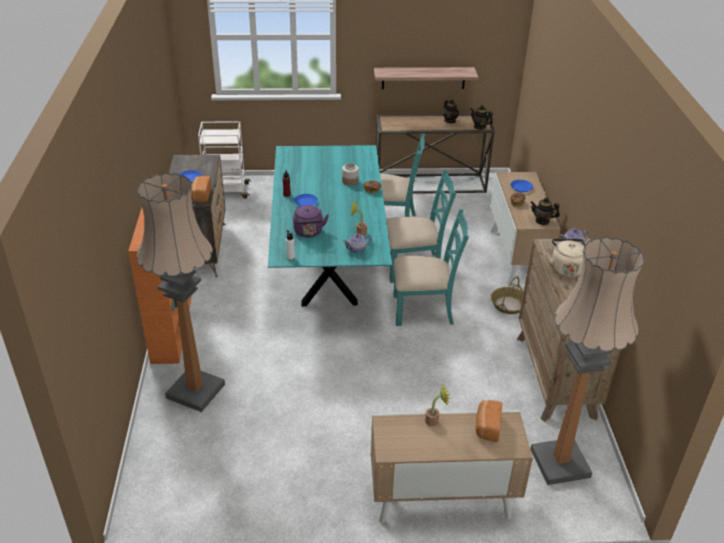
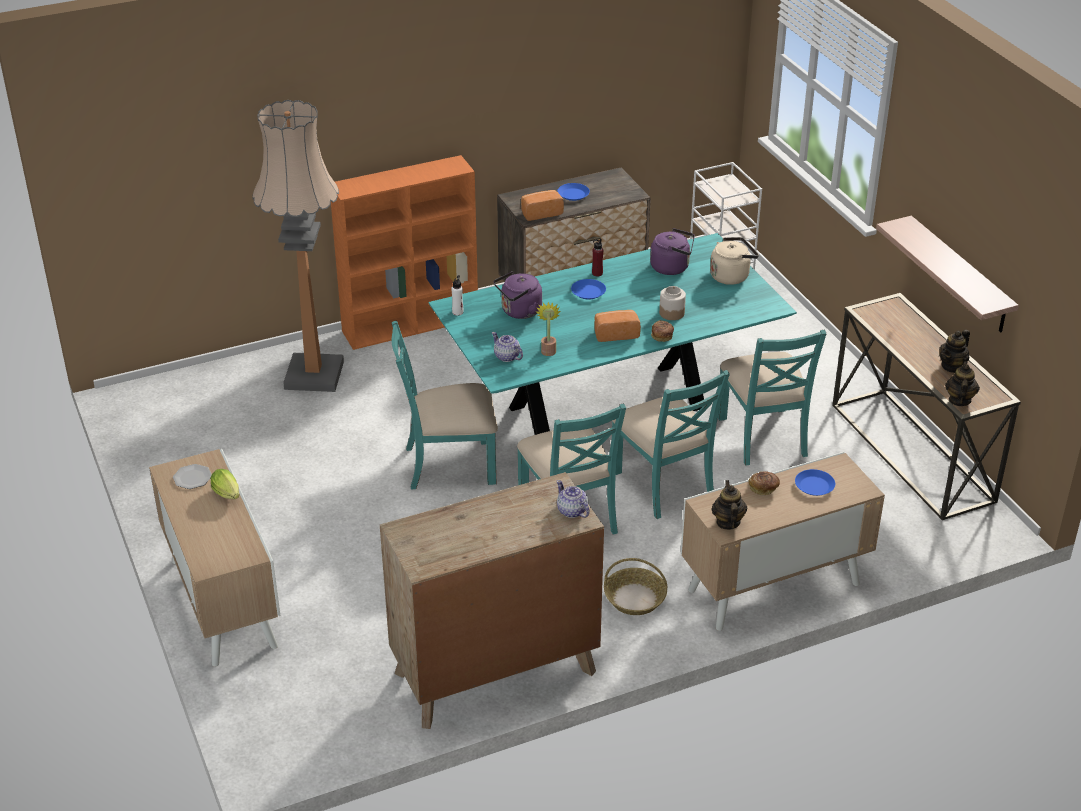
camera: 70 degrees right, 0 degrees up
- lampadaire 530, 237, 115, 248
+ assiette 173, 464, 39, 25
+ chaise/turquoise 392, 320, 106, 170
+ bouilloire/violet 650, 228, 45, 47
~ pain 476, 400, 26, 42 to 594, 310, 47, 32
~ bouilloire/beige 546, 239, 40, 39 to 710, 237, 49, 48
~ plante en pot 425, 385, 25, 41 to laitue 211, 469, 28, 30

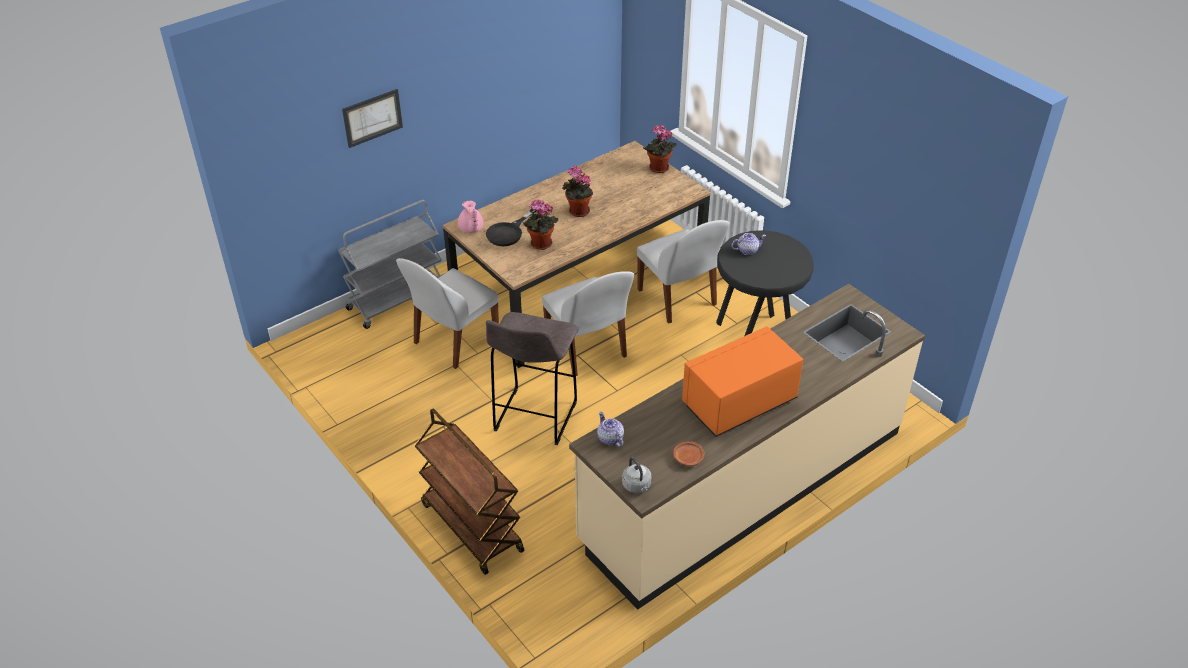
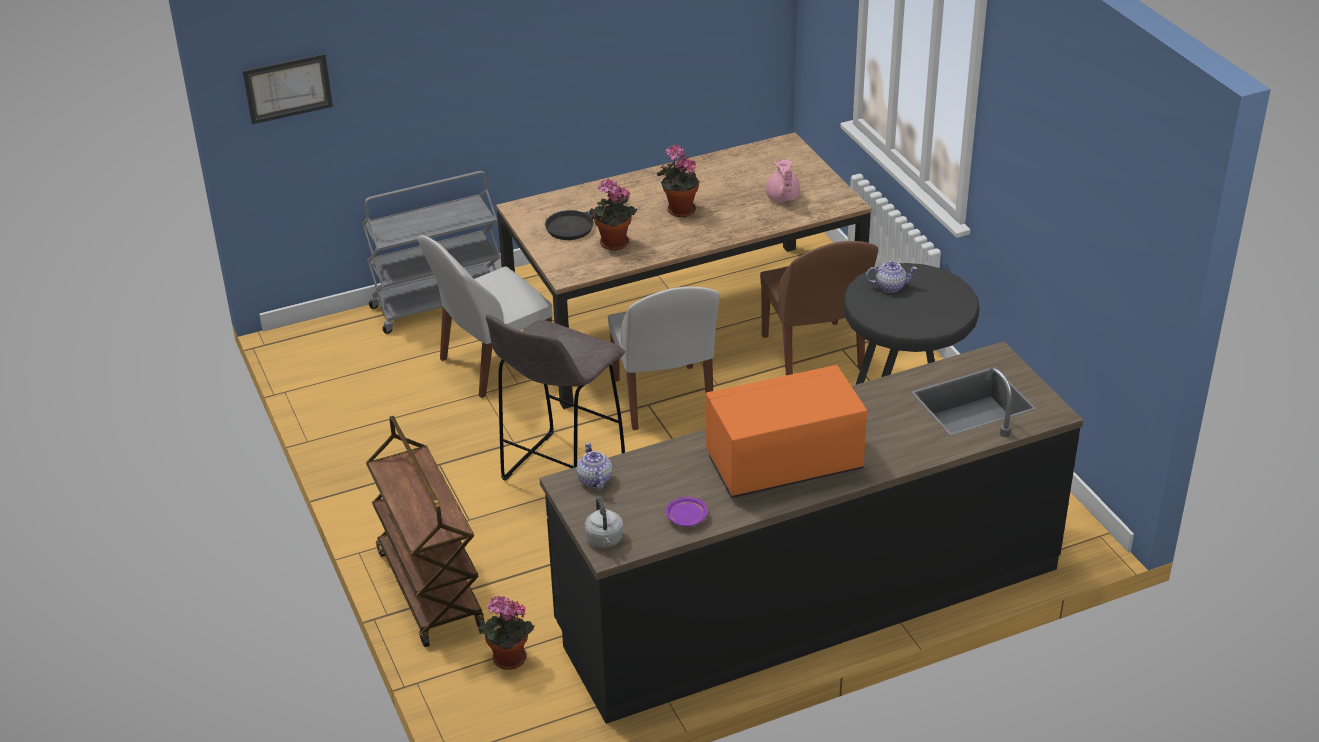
camera: 15 degrees right, 5 degrees down
~ tableau 342, 89, 61, 59 to 243, 53, 90, 71
~ théière/rose 458, 201, 25, 32 to 766, 159, 34, 43
~ plante en pot 643, 125, 34, 48 to 479, 596, 55, 74
~ comptoir de cuisine/beige 569, 284, 356, 326 to comptoir de cuisine/noir 539, 341, 544, 383
~ chaise/blanc 637, 220, 93, 103 to chaise/marron 760, 241, 118, 134
~ assiette/marron 673, 441, 31, 25 to assiette/violet 666, 497, 42, 30

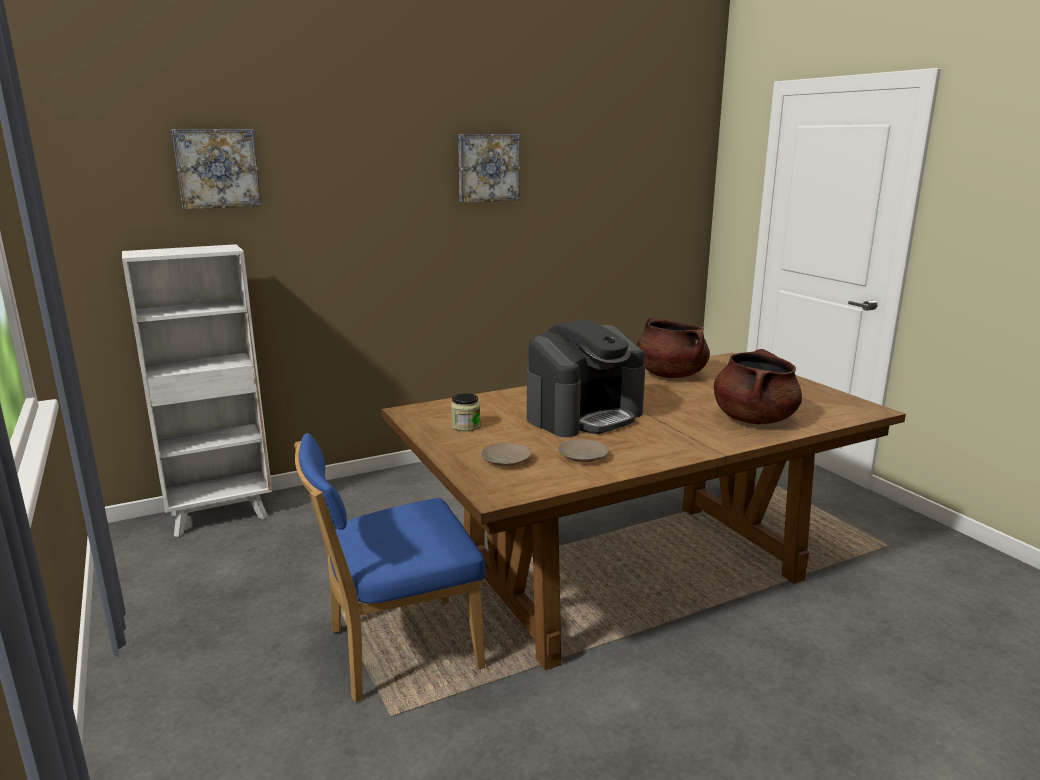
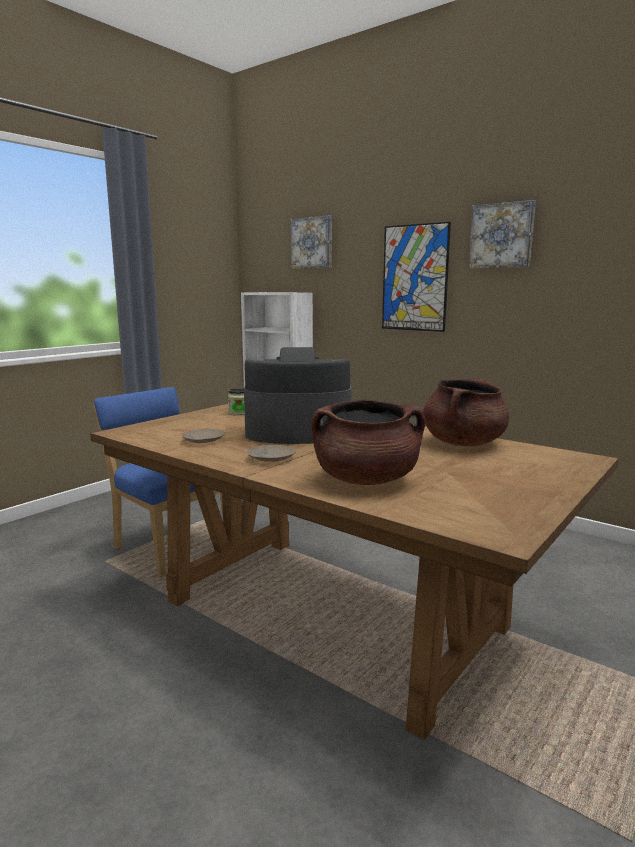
camera: 65 degrees right, 5 degrees down
+ tableau 382, 222, 69, 110
~ assiette/beige 481, 443, 51, 23 to 247, 445, 49, 17
~ machine à café 527, 319, 119, 118 = 244, 347, 108, 97 150 degrees clockwise

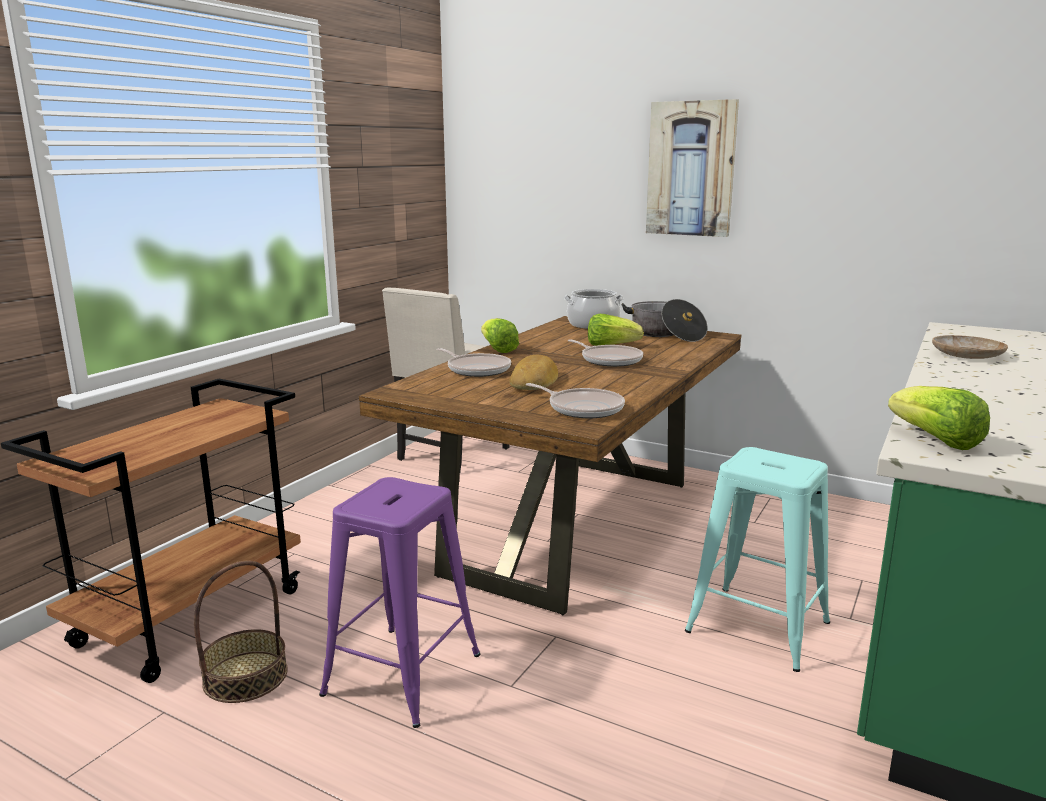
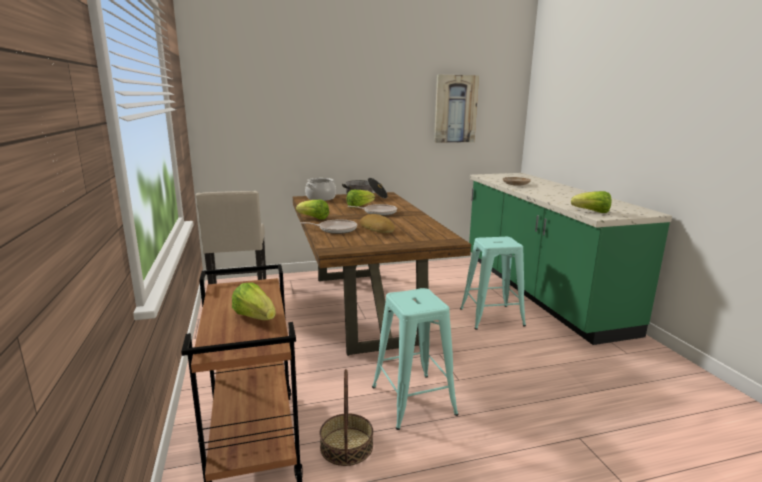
camera: 45 degrees left, 0 degrees up
- poêle 526, 383, 99, 35
+ laitue 232, 282, 44, 38
~ tableau 646, 99, 93, 138 to 434, 74, 45, 69
~ tabouret/violet 319, 477, 161, 251 to tabouret/turquoise 372, 288, 87, 142

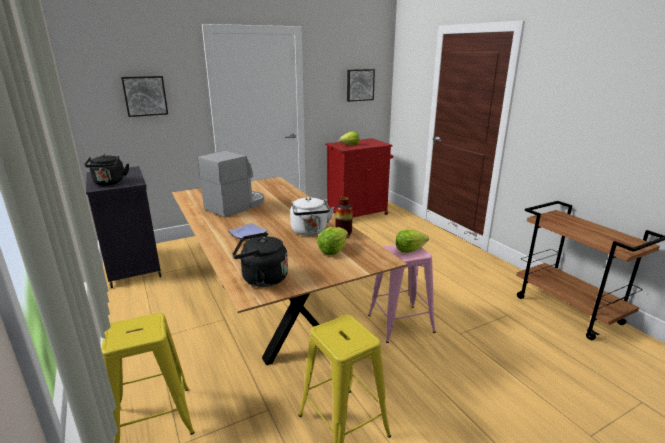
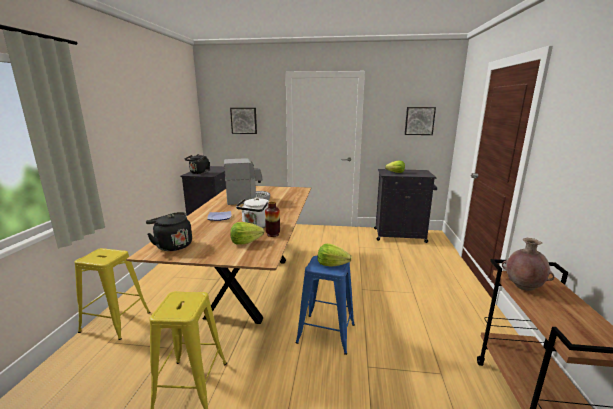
camera: 35 degrees right, 5 degrees down
+ vase/marron 502, 238, 52, 53
~ meuble de rangement/rouge 325, 138, 68, 80 to meuble de rangement/noir 374, 169, 63, 74
~ tabouret/rose 368, 245, 68, 98 to tabouret/bleu 296, 256, 59, 99

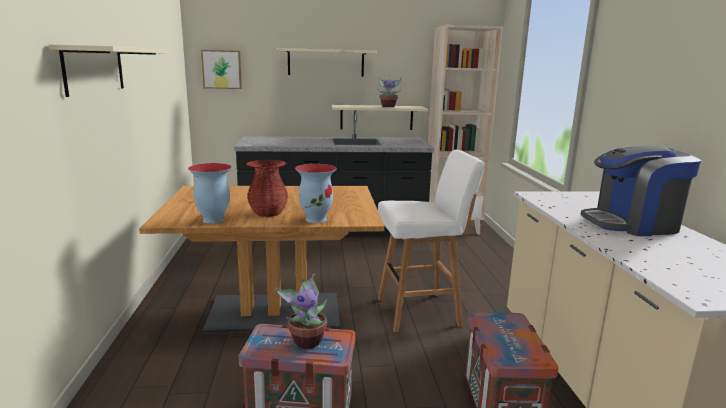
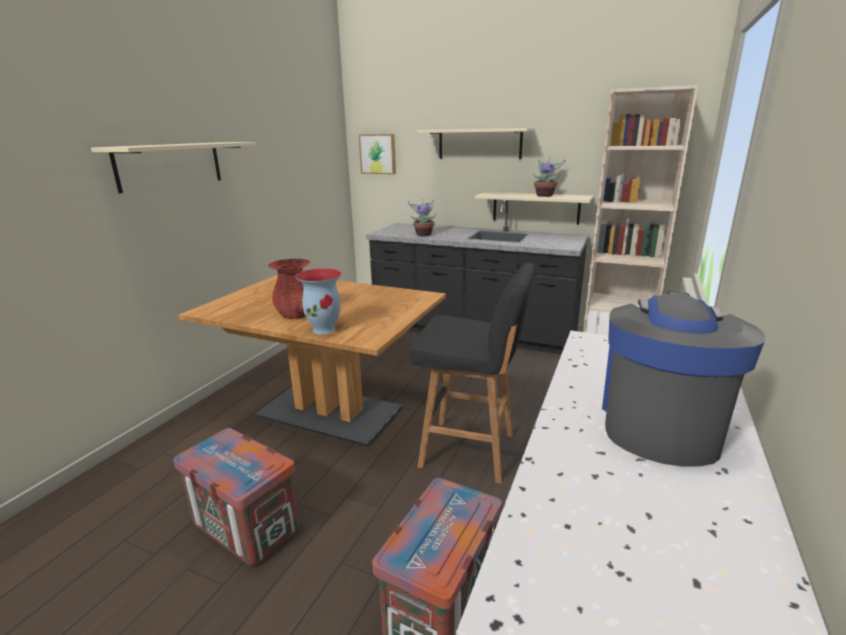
camera: 30 degrees right, 5 degrees up
- vase 188, 163, 44, 61
~ plante en pot 275, 274, 52, 75 to 408, 198, 28, 38
~ tabouret/blanc 378, 150, 107, 182 to tabouret/noir 410, 263, 125, 221
~ machine à café 581, 146, 120, 90 = 602, 291, 164, 176 90 degrees clockwise

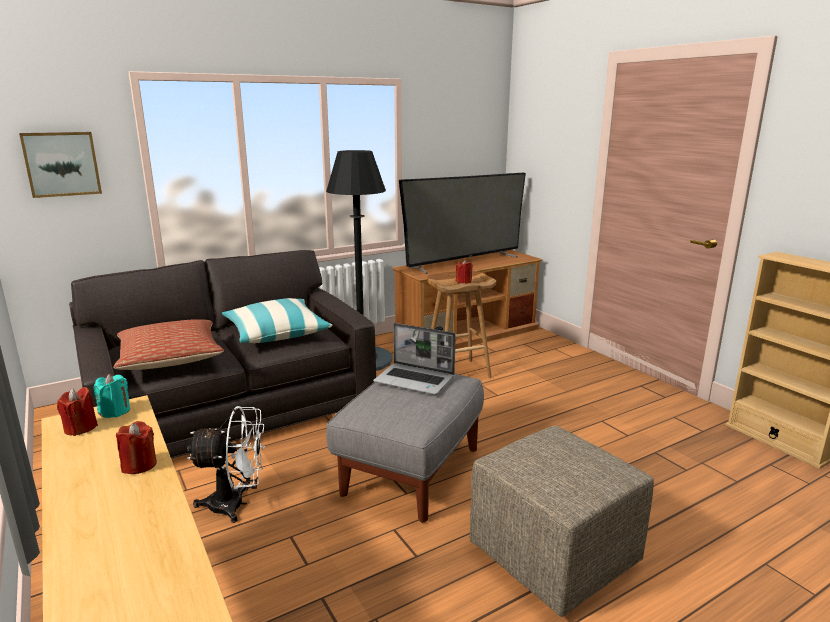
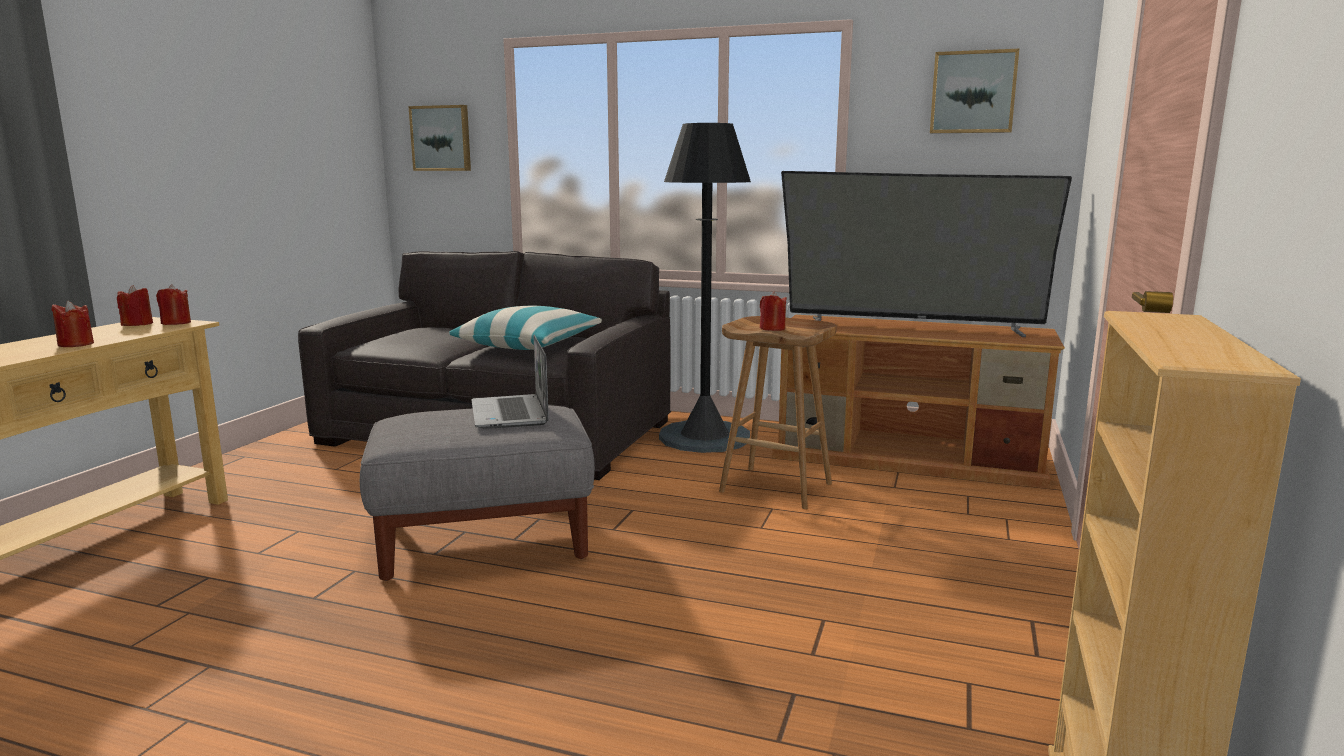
camera: 50 degrees right, 5 degrees down
- coussin 113, 319, 111, 51
- ventilateur/blanc 187, 406, 78, 117
- pouf/beige 470, 426, 184, 191
+ tableau 930, 49, 89, 85
~ bougie/turquoise 93, 374, 37, 44 to bougie/rouge 156, 284, 35, 41

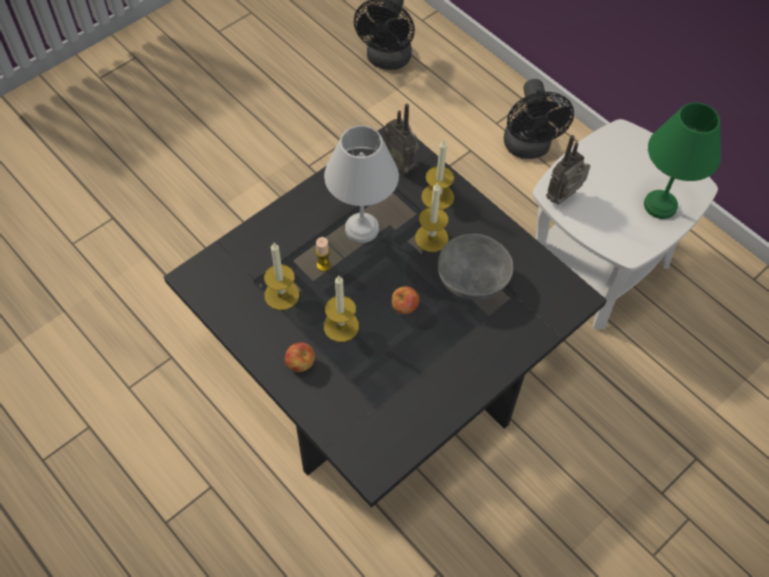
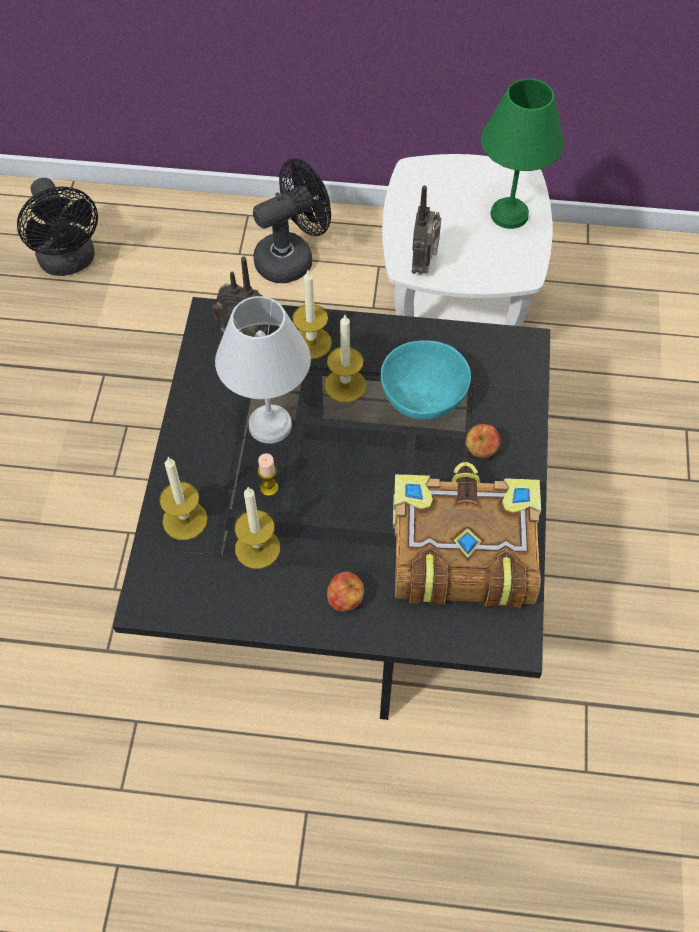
camera: 40 degrees left, 0 degrees up
+ livre 393, 462, 148, 146
~ bougie 324, 276, 35, 66 to 159, 457, 49, 83
~ pomme 391, 286, 28, 28 to 466, 424, 35, 34
~ bol/gris 438, 234, 75, 66 to bol/turquoise 381, 341, 90, 79
~ ventilateur/noir 504, 79, 70, 80 = 253, 158, 78, 125 75 degrees counterclockwise

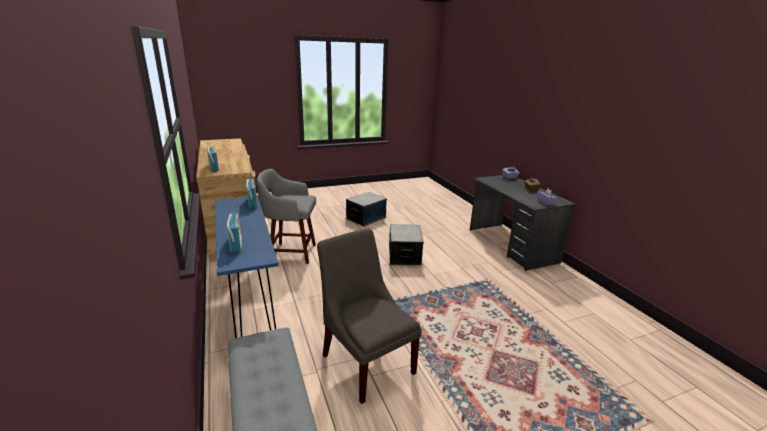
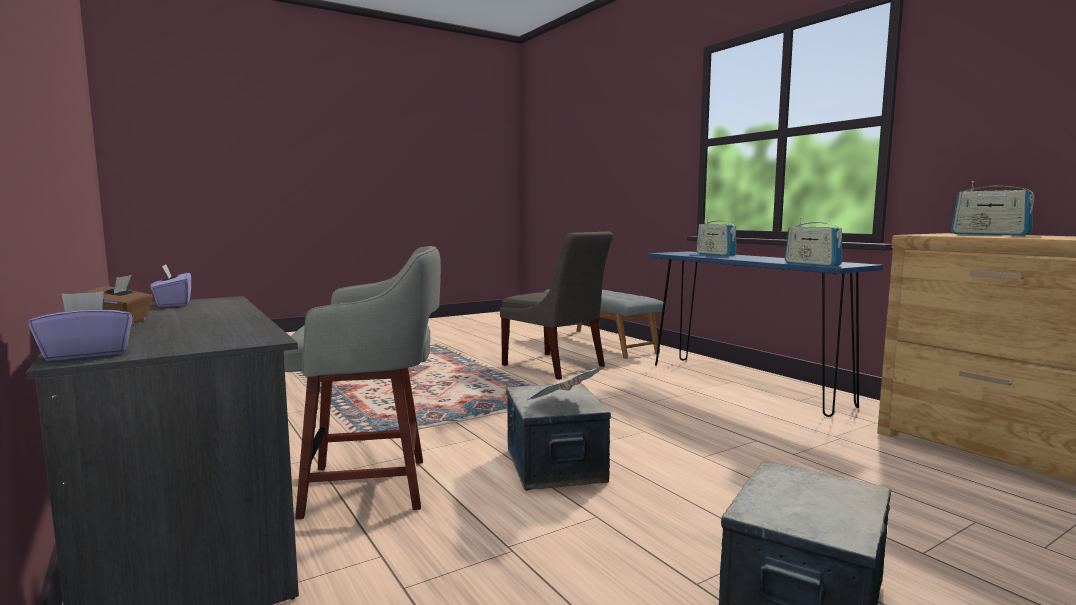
camera: 170 degrees right, 15 degrees down
+ journal 528, 367, 76, 33
~ tabouret/gris 257, 168, 59, 96 to 284, 246, 157, 273

